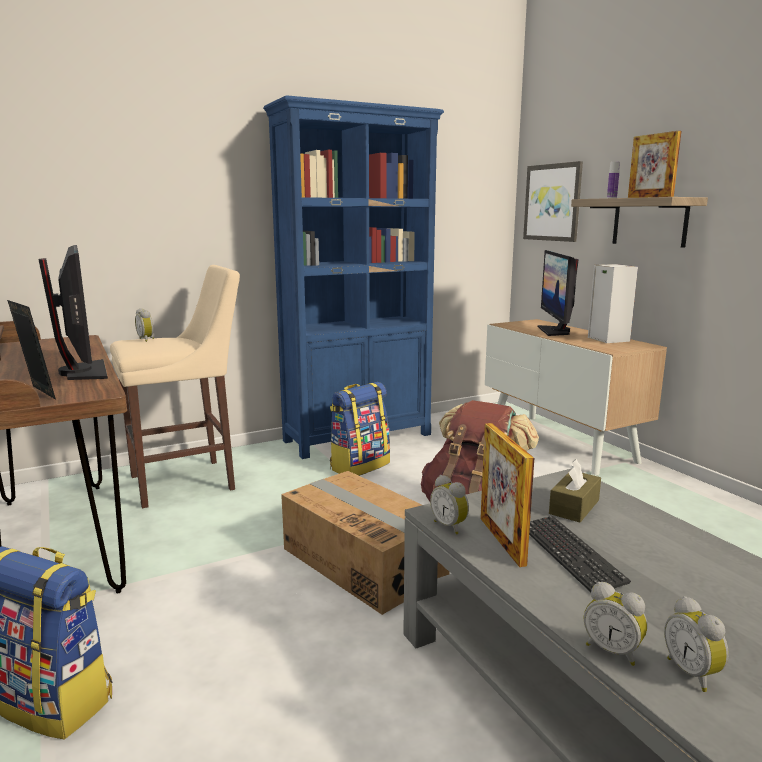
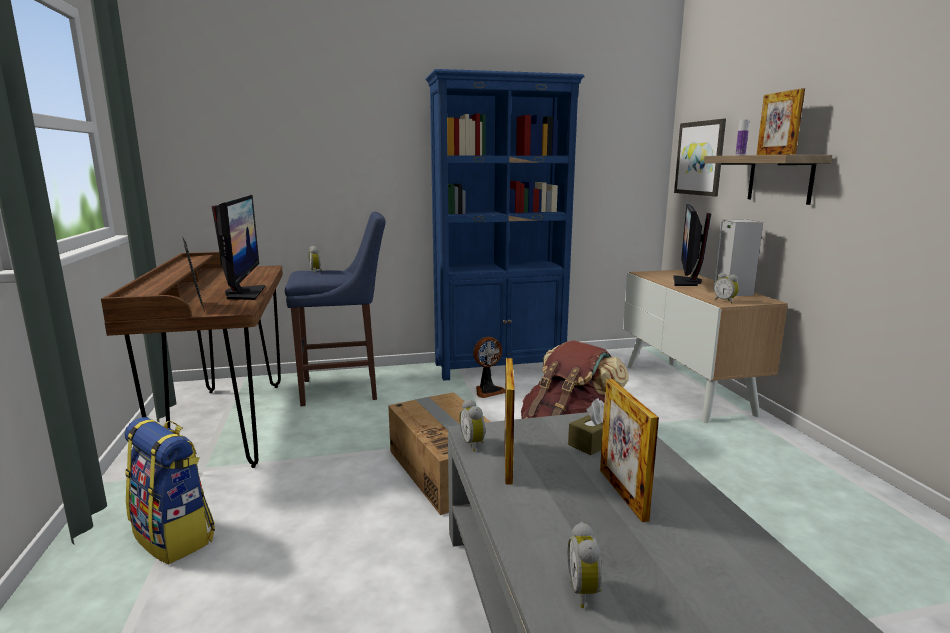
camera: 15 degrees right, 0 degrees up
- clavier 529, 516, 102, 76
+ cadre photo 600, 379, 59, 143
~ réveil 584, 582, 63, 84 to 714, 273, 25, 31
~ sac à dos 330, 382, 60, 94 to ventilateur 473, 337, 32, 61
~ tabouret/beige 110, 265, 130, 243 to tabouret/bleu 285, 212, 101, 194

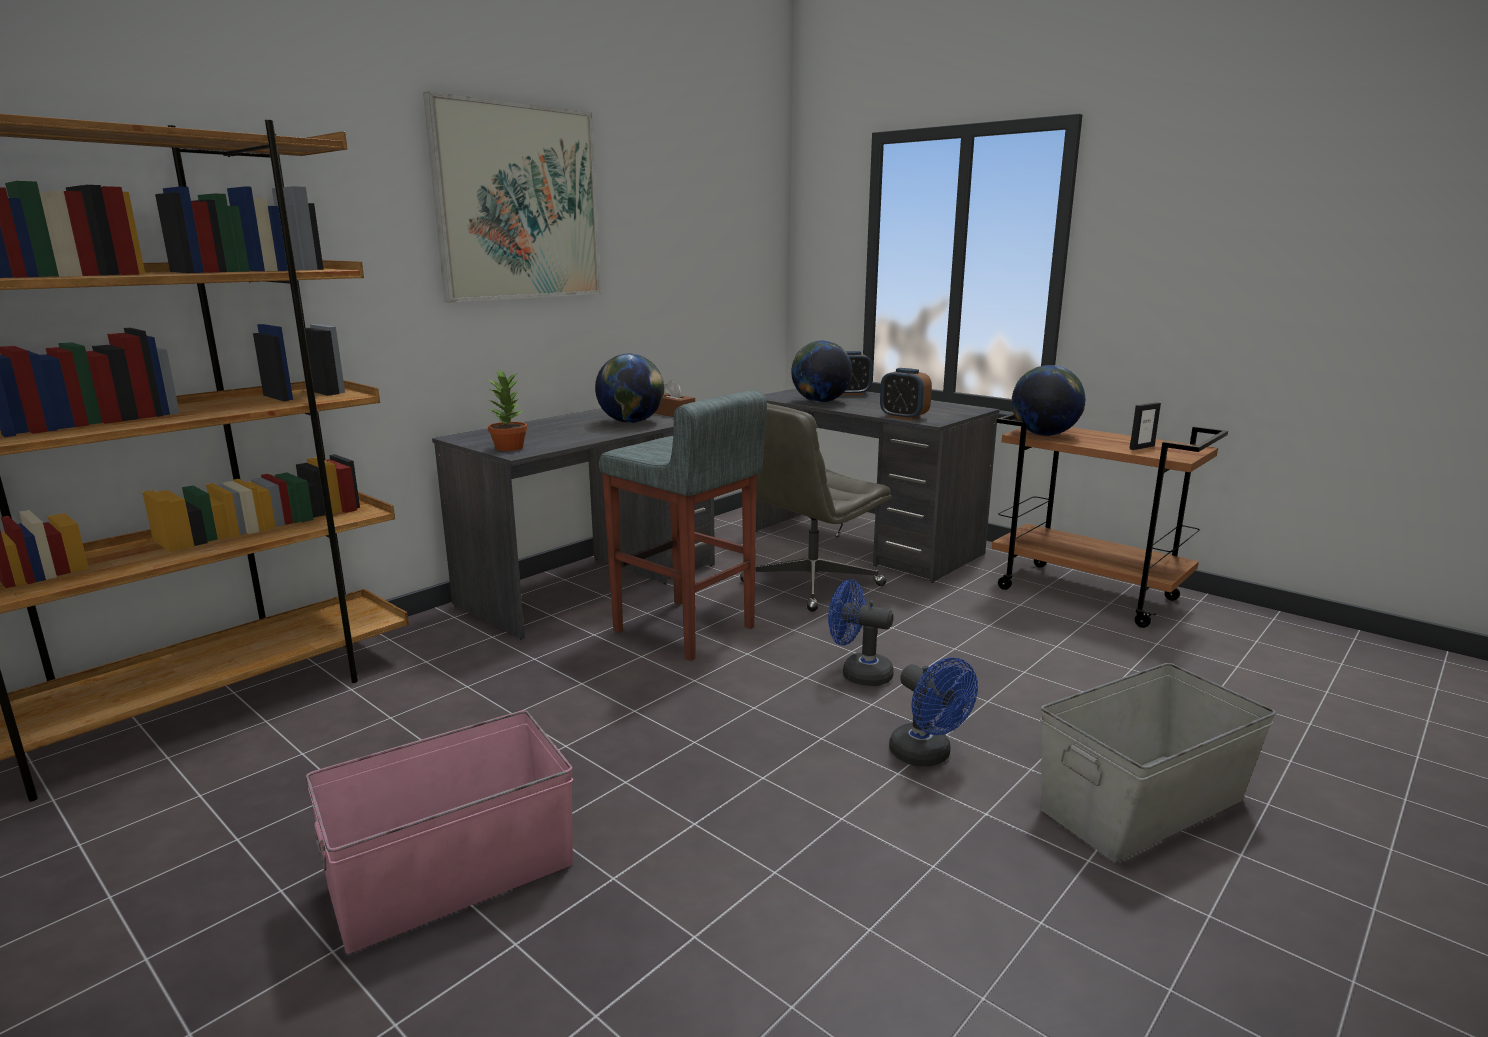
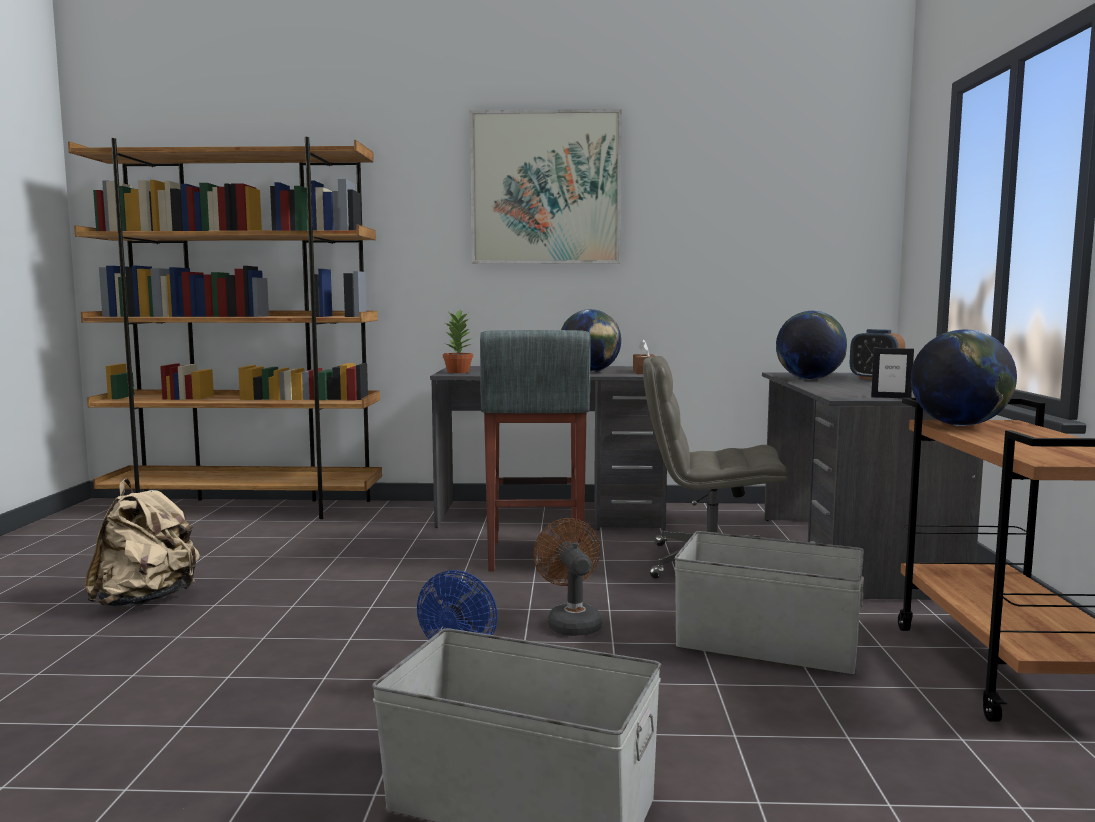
camera: 50 degrees right, 10 degrees down
- réveil 880, 368, 52, 52
+ boîte de rangement/gris 674, 531, 190, 143
~ cadre photo 1129, 402, 32, 48 to 871, 348, 43, 50
~ boîte de rangement/rose 306, 710, 267, 243 to sac à dos/beige 84, 479, 116, 128
~ ventilateur/bleu 828, 579, 66, 107 to ventilateur/marron 533, 518, 69, 118

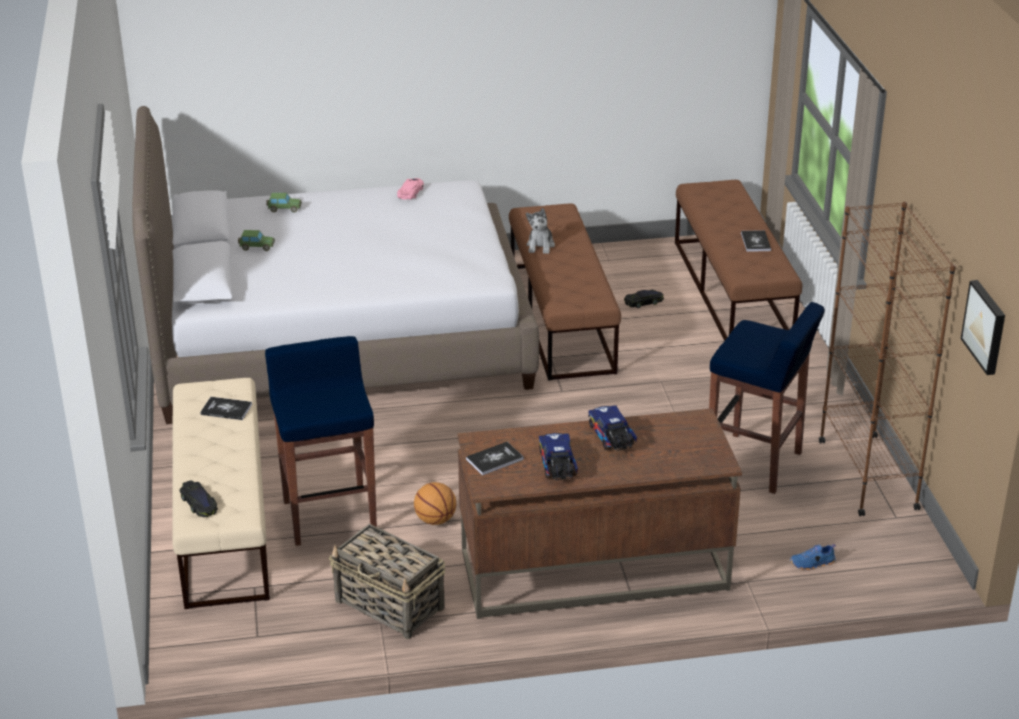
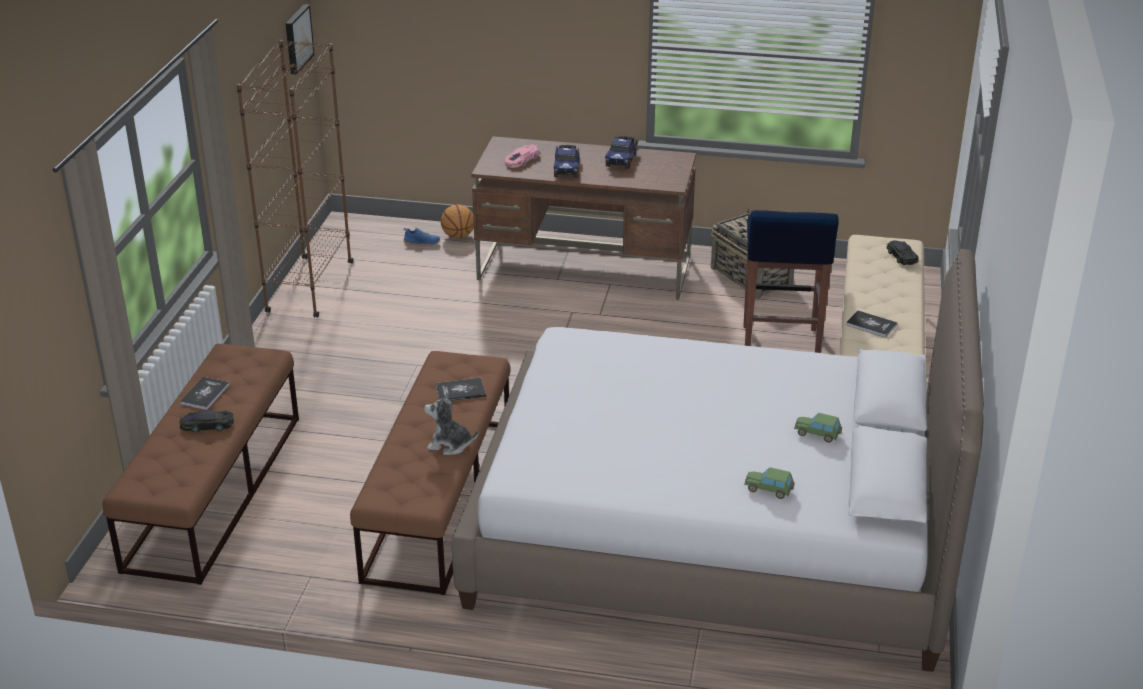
camera: 160 degrees left, 0 degrees up
- tabouret/bleu 709, 302, 116, 192
~ petite voiture/rose 397, 178, 27, 22 to 504, 144, 36, 24
~ ballon de basket 414, 482, 42, 43 to 441, 204, 33, 35
~ livre 466, 442, 58, 33 to 436, 378, 50, 23
~ petite voiture/noir 624, 290, 40, 18 to 179, 410, 55, 23
~ peluche 526, 208, 29, 46 = 424, 393, 55, 62 105 degrees counterclockwise

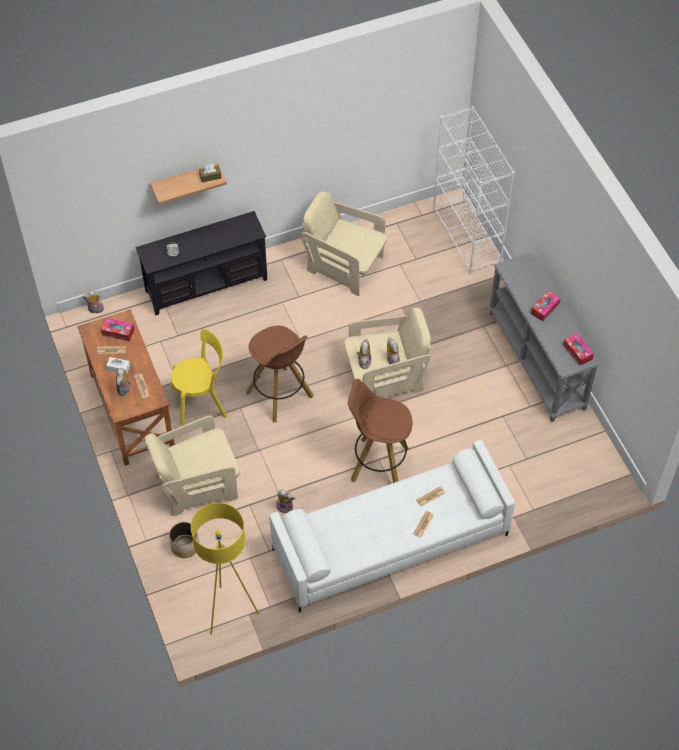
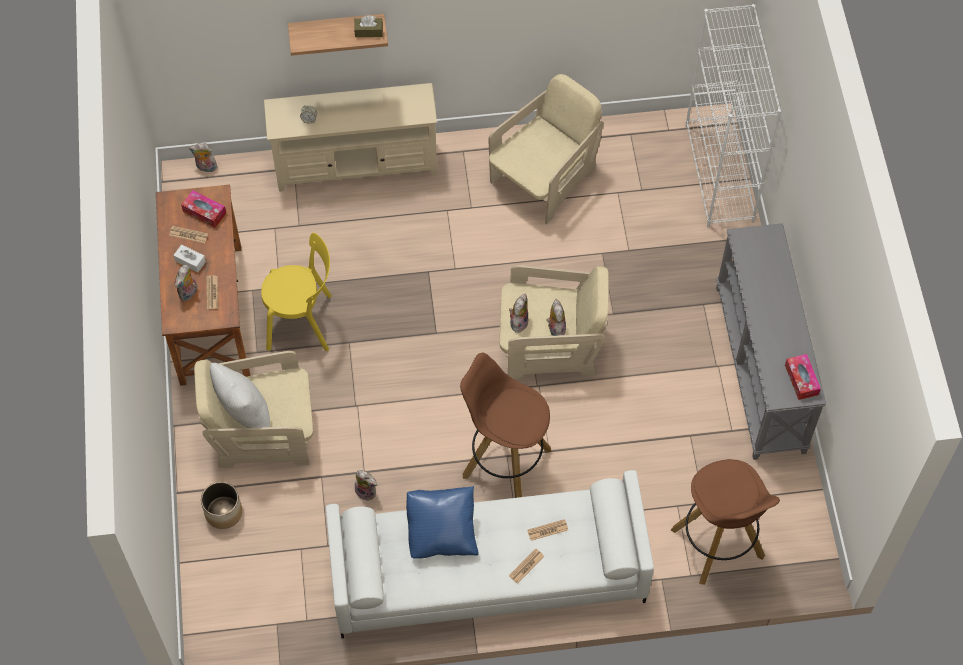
camera: 15 degrees right, 5 degrees up
- lampadaire/jaune 191, 503, 68, 132
- boîte à mouchoirs 531, 290, 30, 31
+ coussin/blanc 210, 363, 60, 65
+ coussin/bleu 406, 486, 73, 73
~ tabouret/marron 246, 325, 68, 97 to 671, 459, 109, 126
~ meuble télé/noir 135, 211, 132, 104 to meuble télé/beige 264, 83, 173, 109
~ fauteuil/beige 302, 191, 85, 105 = 489, 74, 115, 150 90 degrees clockwise

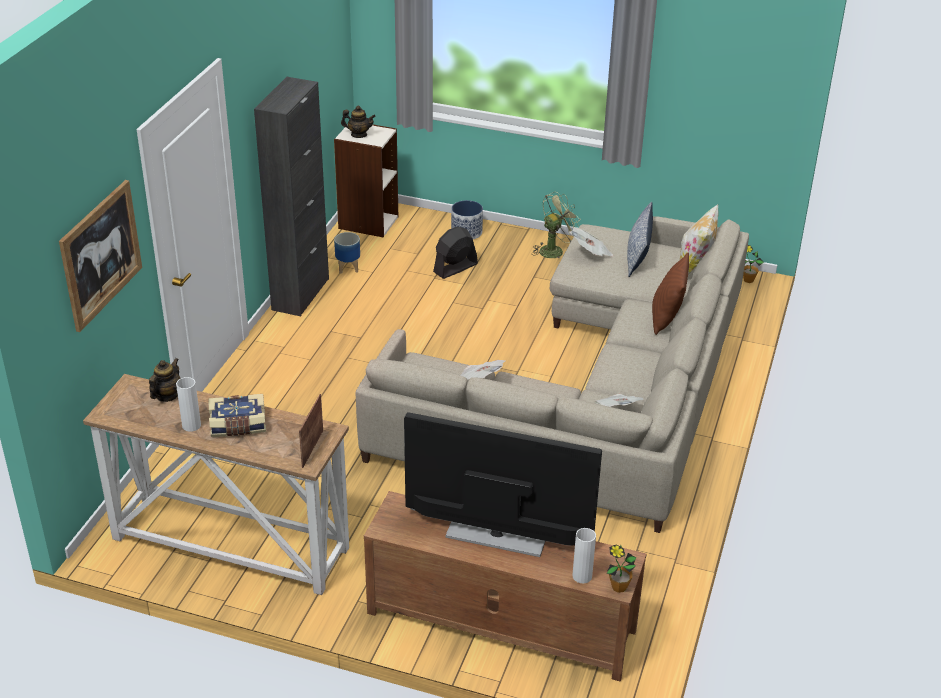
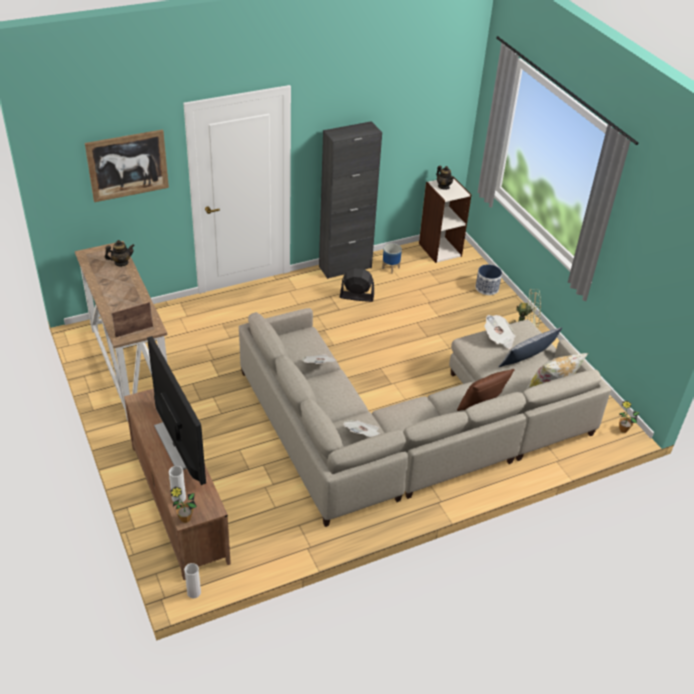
camera: 45 degrees right, 5 degrees up
- livre 209, 394, 57, 43
~ vase/blanc 176, 377, 25, 55 to 184, 563, 17, 35
~ ventilateur/noir 433, 227, 45, 52 to 340, 268, 34, 34

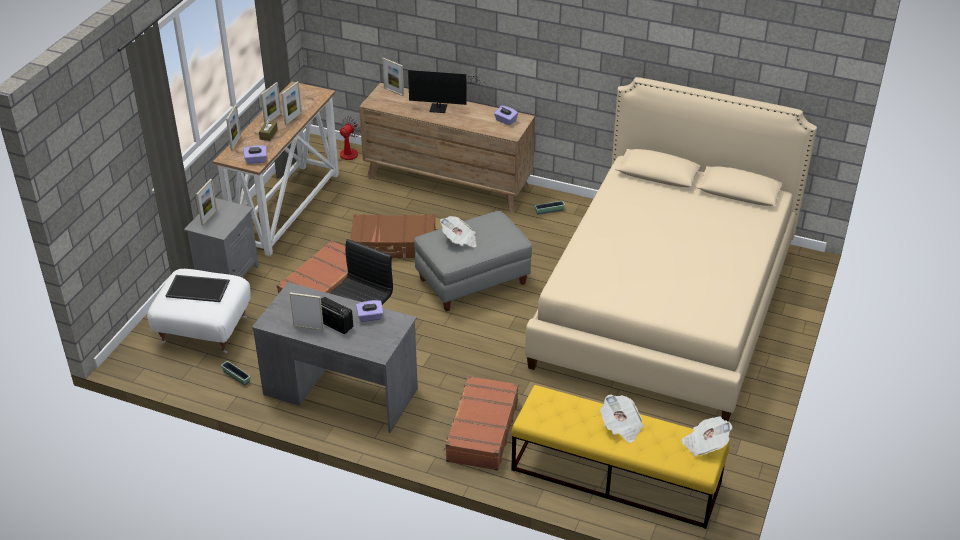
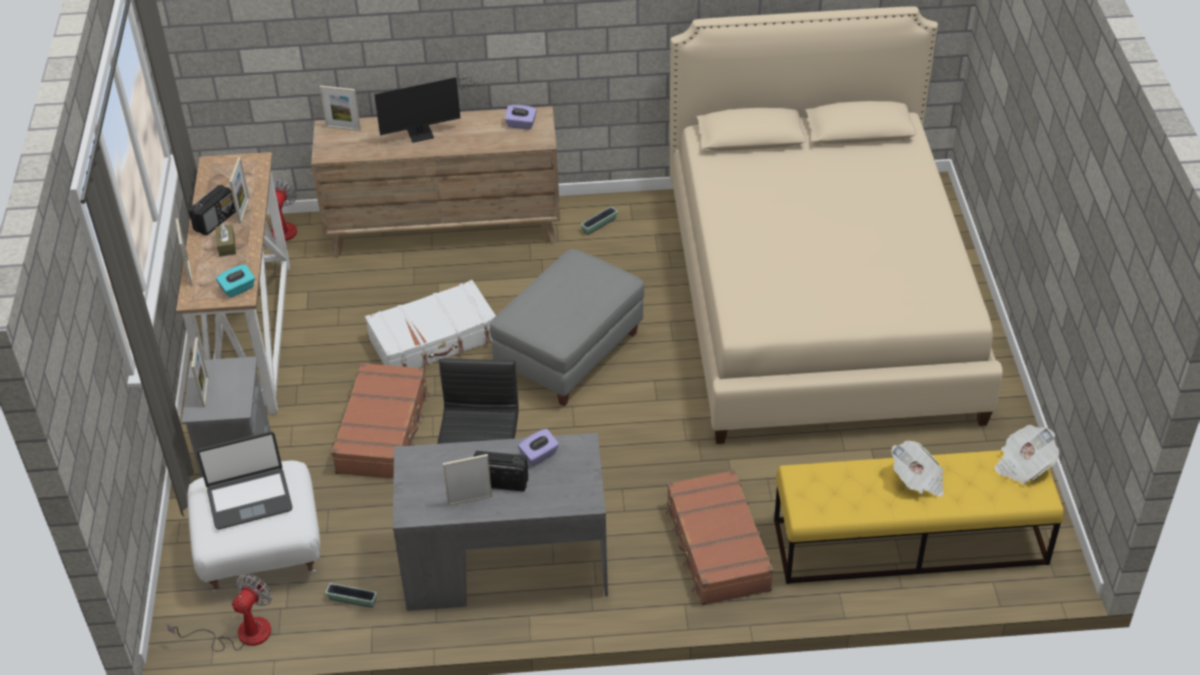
camera: 25 degrees left, 5 degrees up
- journal 440, 216, 36, 31
+ ventilateur 167, 574, 105, 78
~ plateau 166, 275, 64, 27 to ordinateur portable 197, 431, 96, 99
~ cadre photo 261, 82, 21, 41 to radio 189, 185, 47, 51
~ boîte à mouchoirs/violet 243, 145, 24, 19 to boîte à mouchoirs/turquoise 216, 264, 39, 34
~ valise/marron 350, 214, 86, 44 to valise/blanc 365, 280, 131, 88

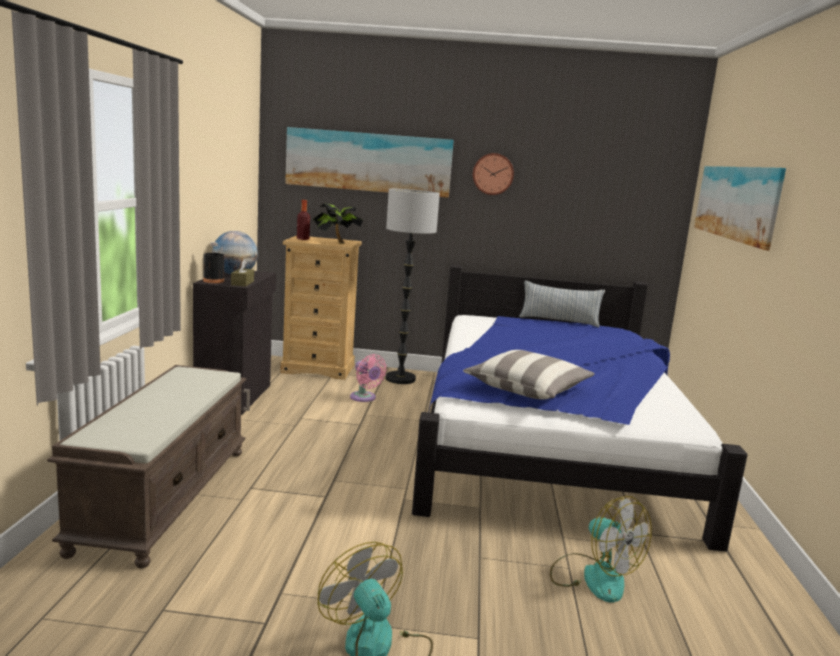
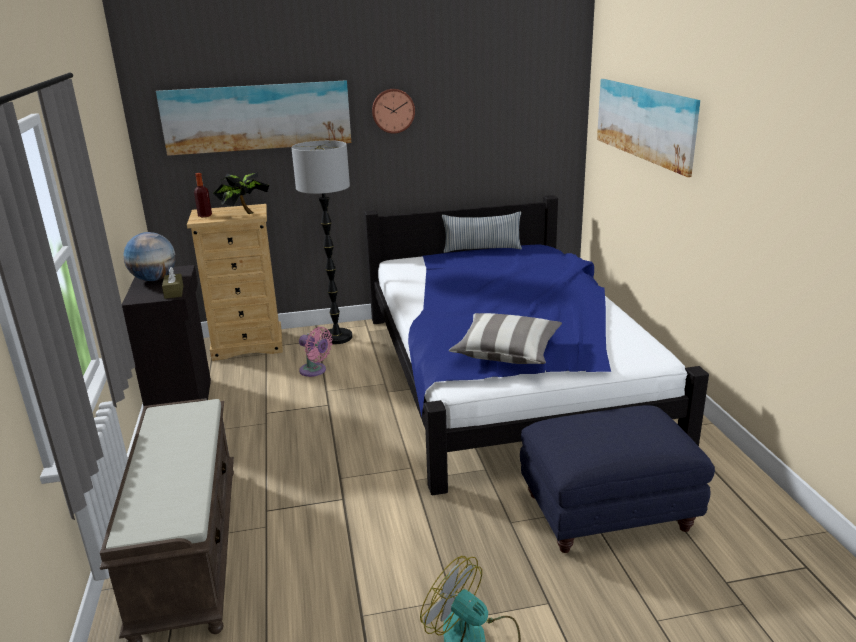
camera: 15 degrees left, 10 degrees up
- bouteille/noir 203, 242, 21, 41
~ ventilateur 550, 496, 102, 107 to pouf/bleu 520, 405, 195, 148

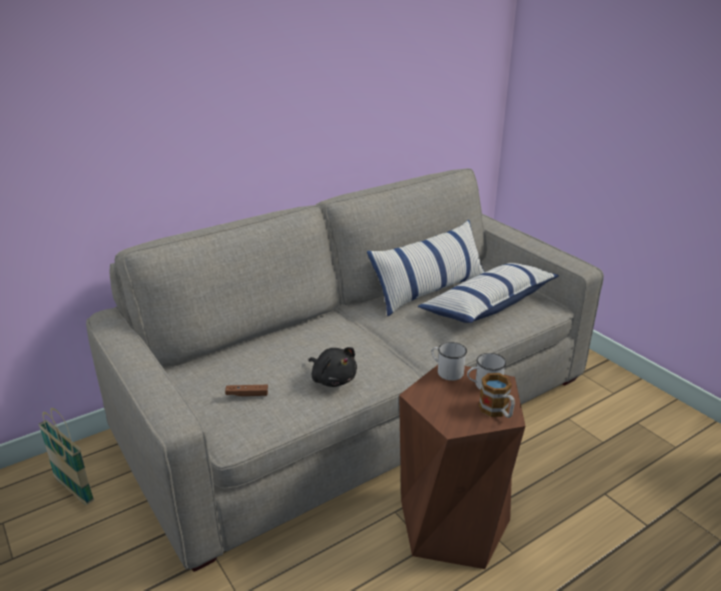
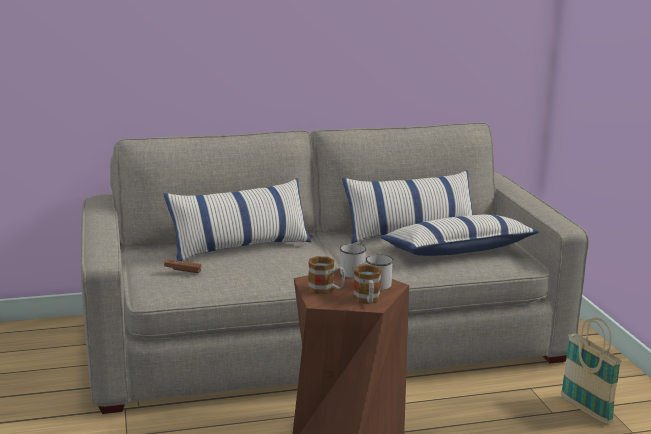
camera: 20 degrees right, 10 degrees down
- peluche/noir 309, 347, 48, 40
+ coussin 164, 178, 148, 83
+ mug 308, 256, 37, 39
~ panier 38, 408, 56, 97 to 561, 317, 61, 107

